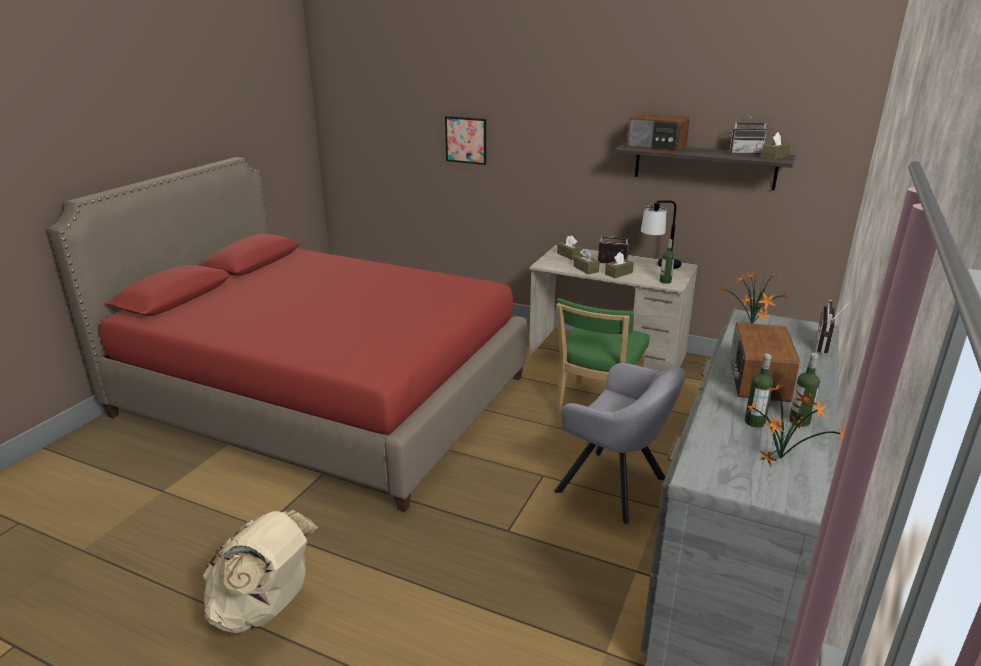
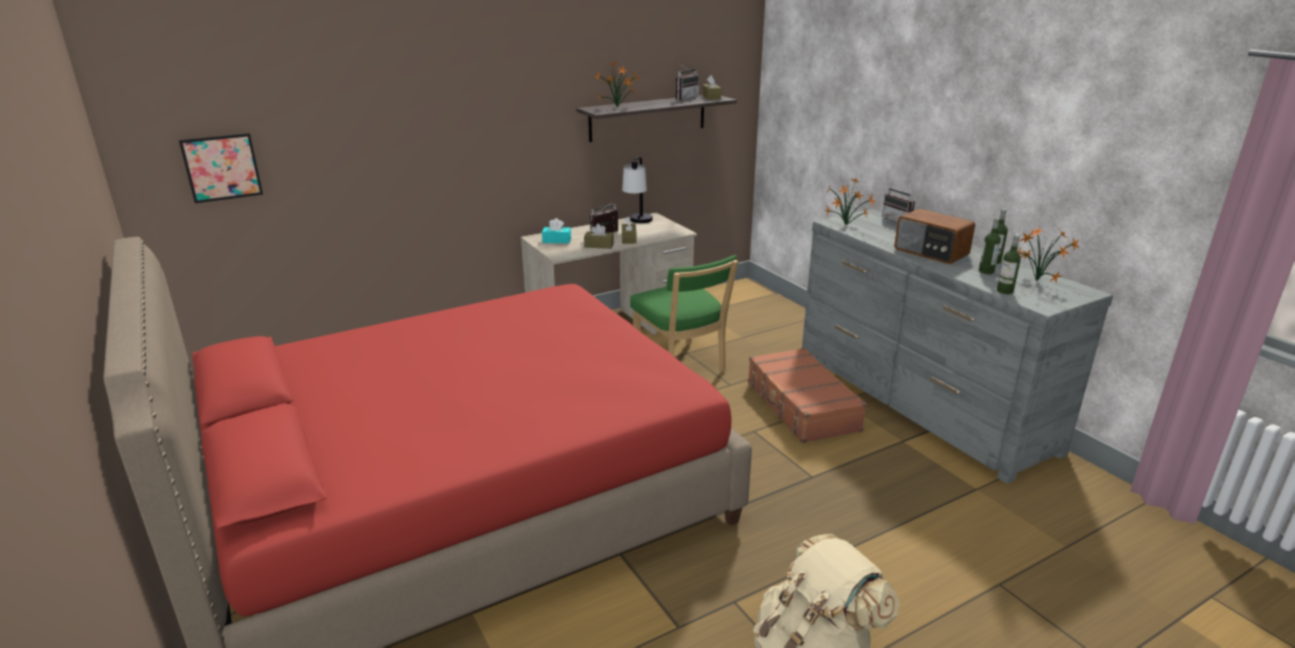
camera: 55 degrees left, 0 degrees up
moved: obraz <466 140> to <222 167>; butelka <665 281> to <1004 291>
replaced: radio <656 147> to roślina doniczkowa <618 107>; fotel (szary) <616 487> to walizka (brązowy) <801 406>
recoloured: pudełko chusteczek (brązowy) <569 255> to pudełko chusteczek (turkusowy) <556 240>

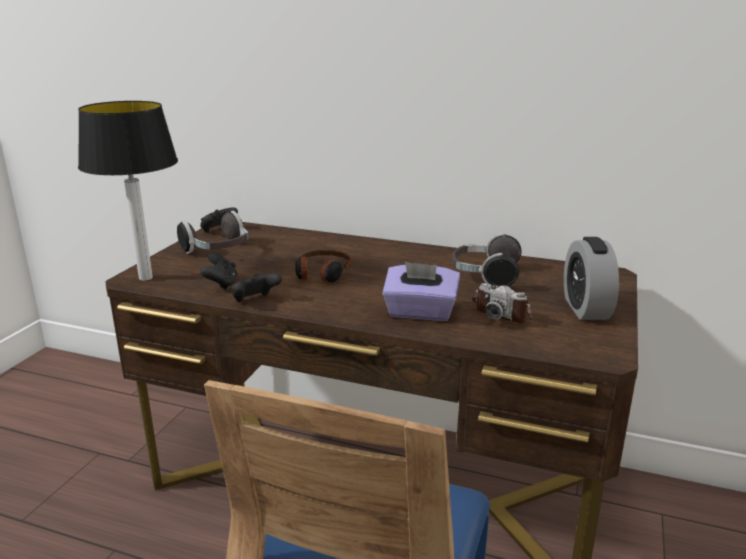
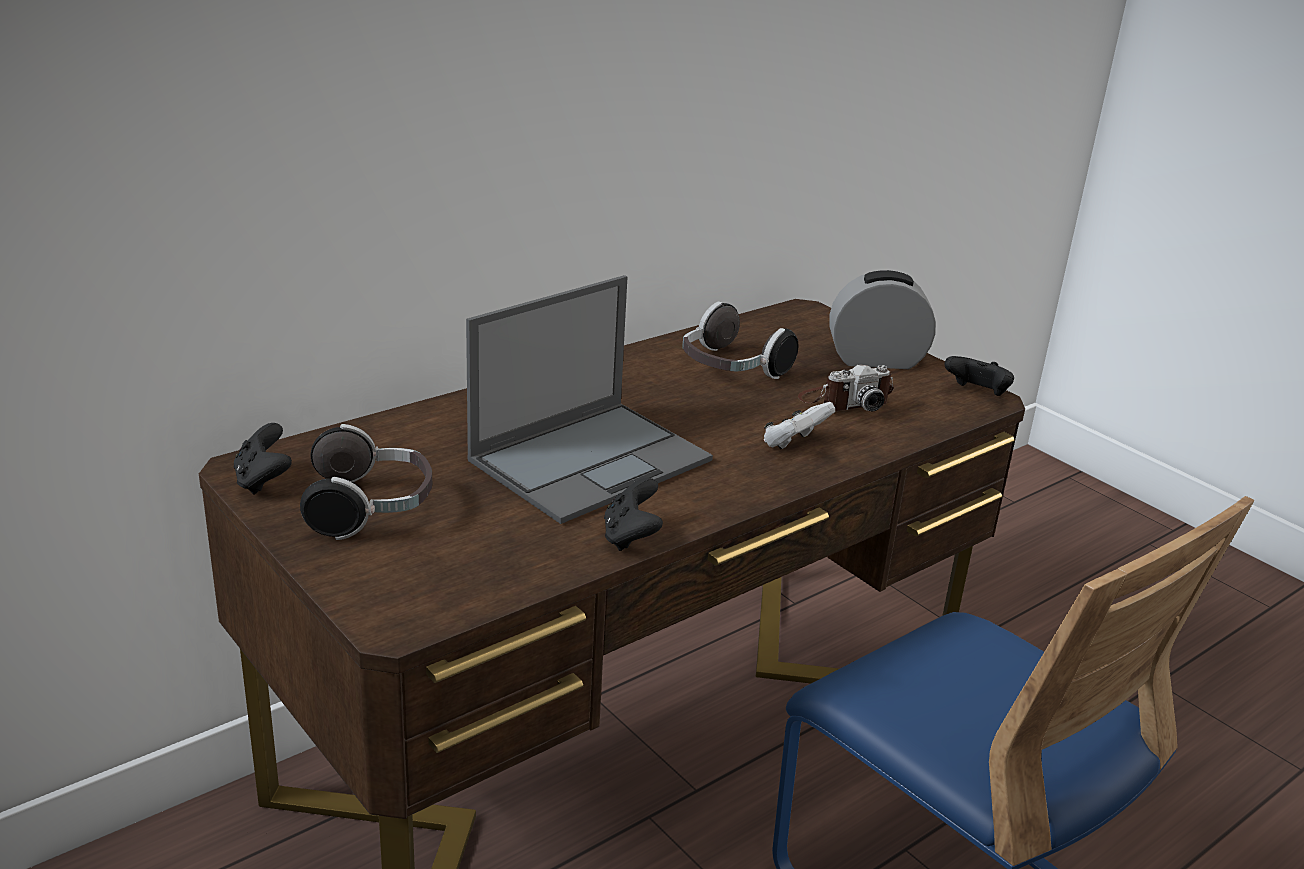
camera: 60 degrees left, 5 degrees up
removed: lampa stołowa <146 277>
moved: pad do gier (czarny) <221 284> to <976 394>
replaced: słuchawki <322 274> to laptop <592 459>; pudełko chusteczek (fioletowy) <420 312> to pad do gier (biały) <794 444>
turned: budzik <585 308> = <876 360> 150 degrees clockwise

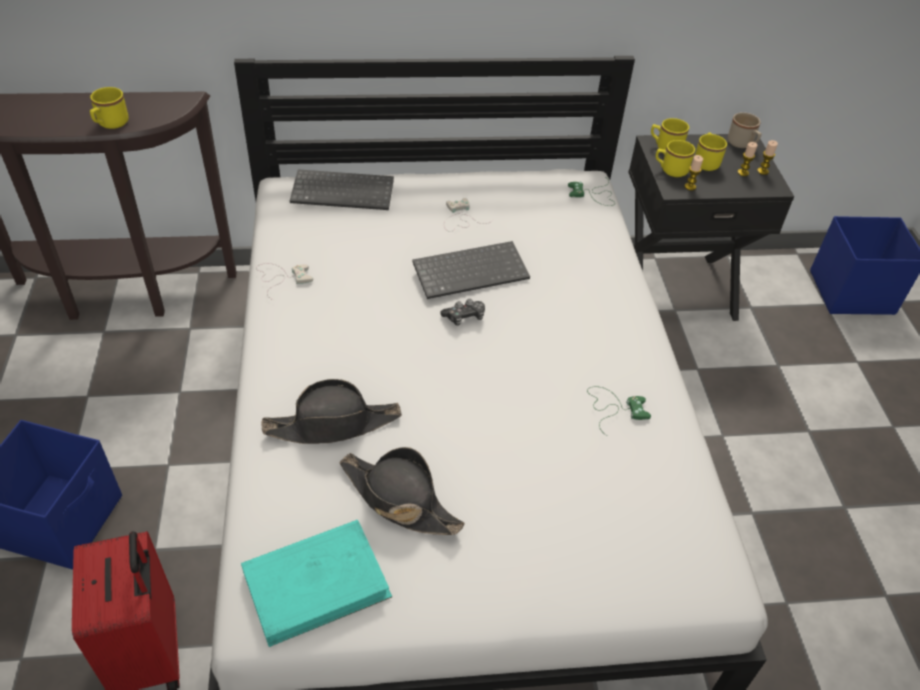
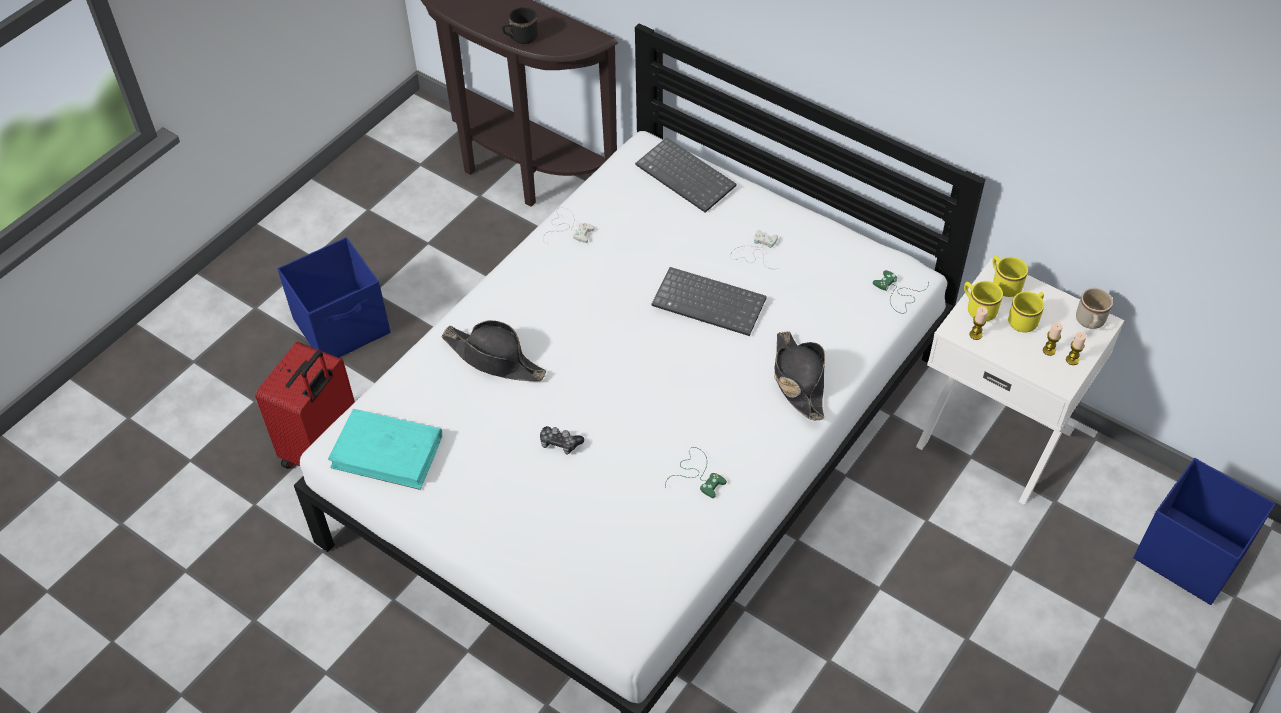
camera: 45 degrees right, 5 degrees up
moved: pad do gier <464 317> to <560 443>; kapelusz (czarny) <399 499> to <798 380>
recoloured: kubek (żółty) <110 124> to kubek (czarny) <520 38>; szafka nocna (czarny) <674 287> to szafka nocna (biały) <996 436>

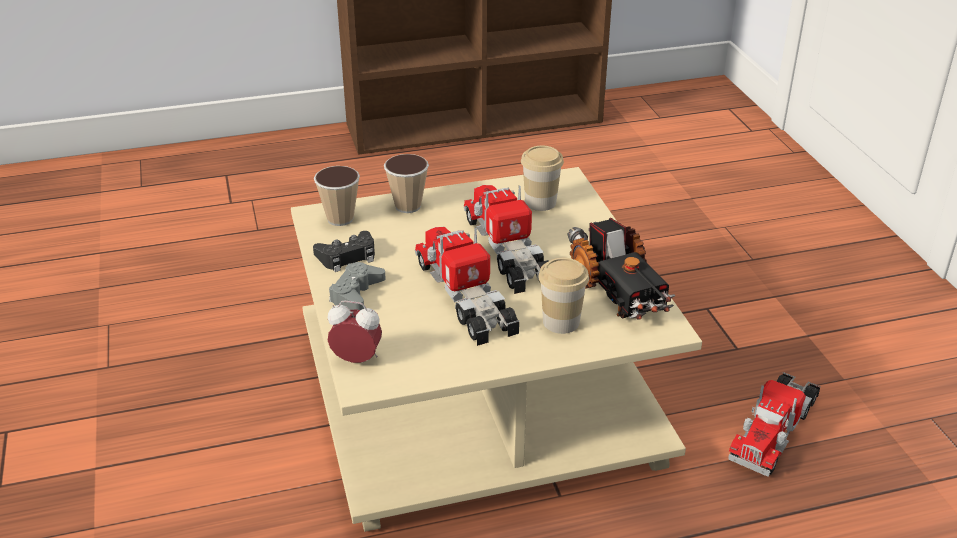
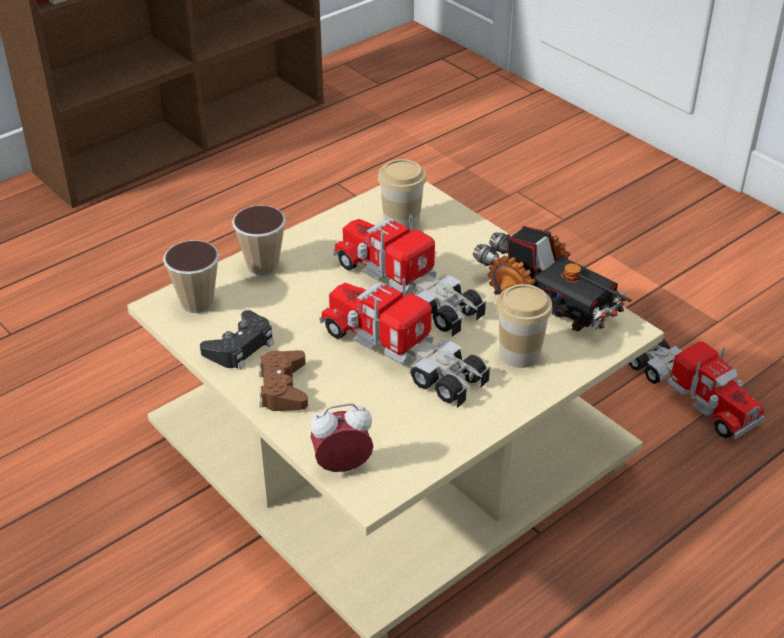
camera: 25 degrees left, 5 degrees up
recoloured: pad do gier (szary) <356 293> to pad do gier (brązowy) <283 388>
turned: ciężarówka zabawkowa <774 429> = <689 393> 45 degrees counterclockwise

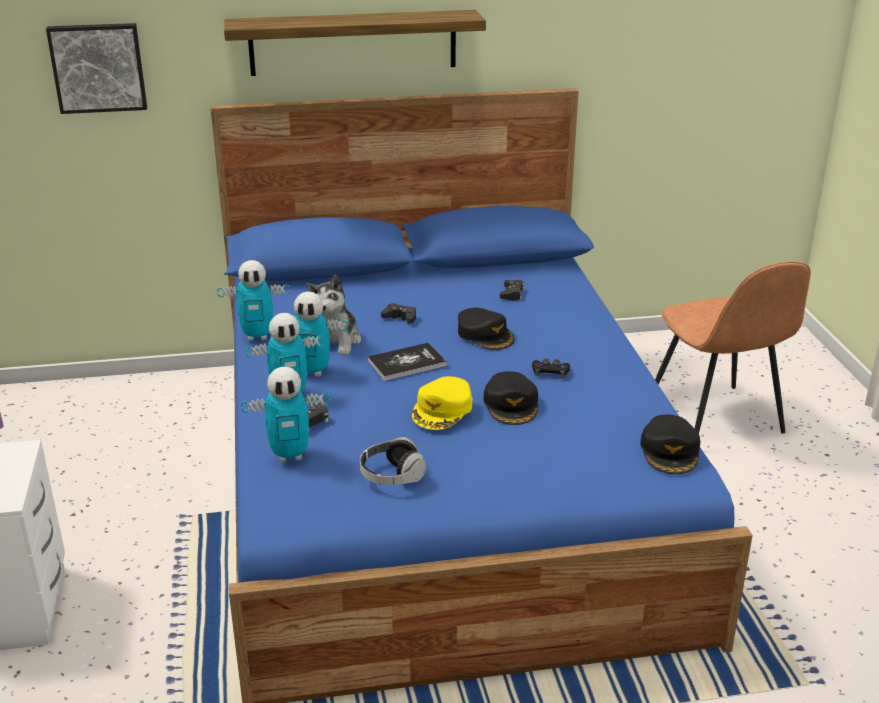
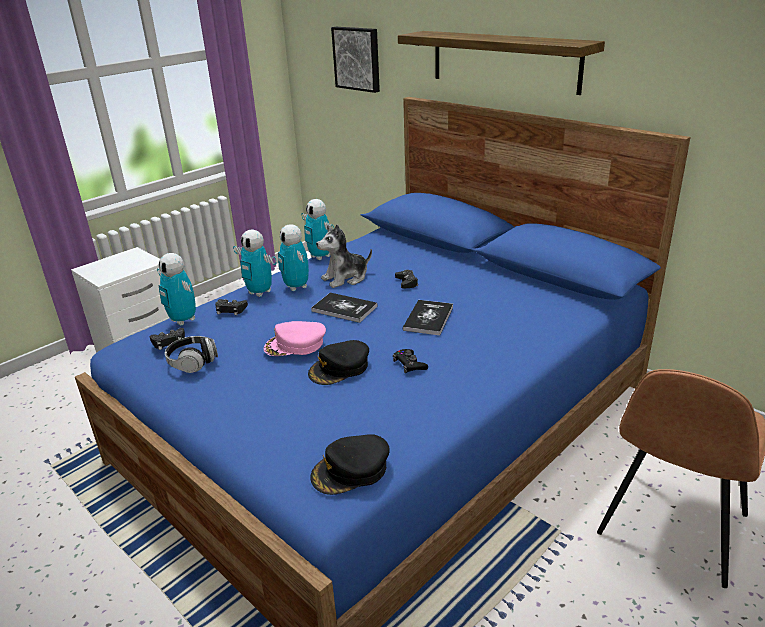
camera: 55 degrees right, 0 degrees up
moved: pad do gier (czarny) <512 294> to <169 342>
replaced: czapka z daszkiem (czarny) <485 335> to książka <428 318>
recoloured: czapka z daszkiem (żółty) <442 410> to czapka z daszkiem (różowy) <295 345>

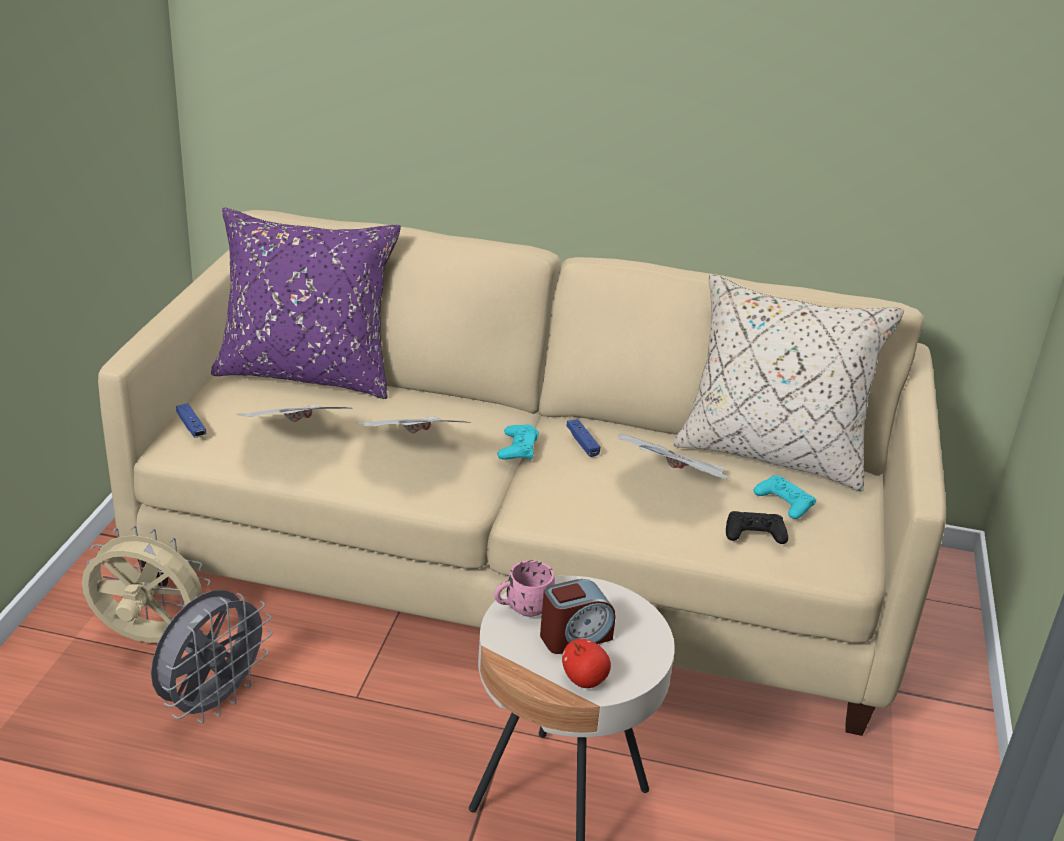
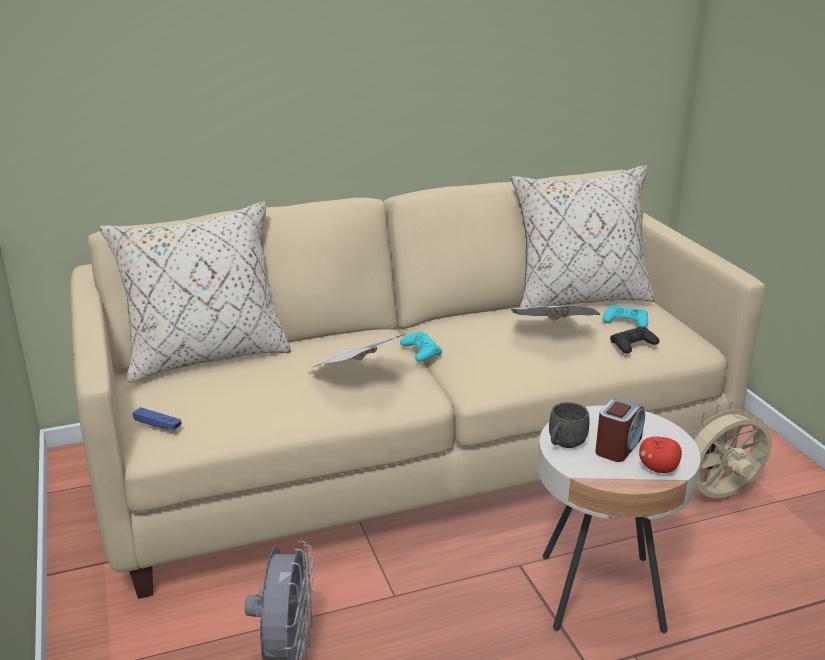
camera: 30 degrees left, 5 degrees down
removed: gazeta <296 437>; pad do gier (niebieski) <582 443>
moved: wentylator (beżowy) <147 639> to <719 496>
recoloured: poduszka (fioletowy) <307 374> to poduszka (beżowy) <206 356>; kubek (różowy) <522 608> to kubek (szary) <564 444>

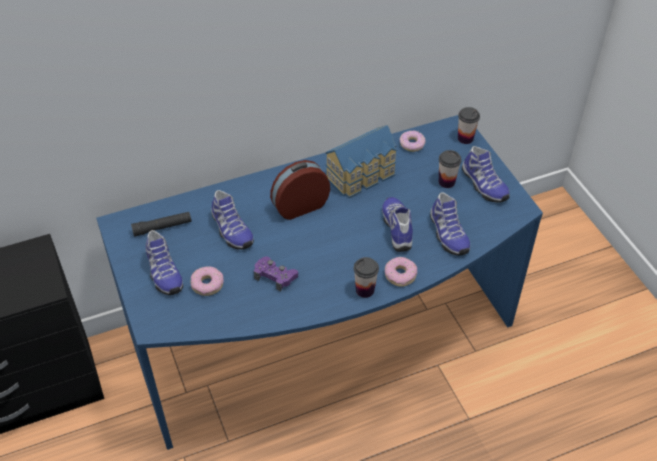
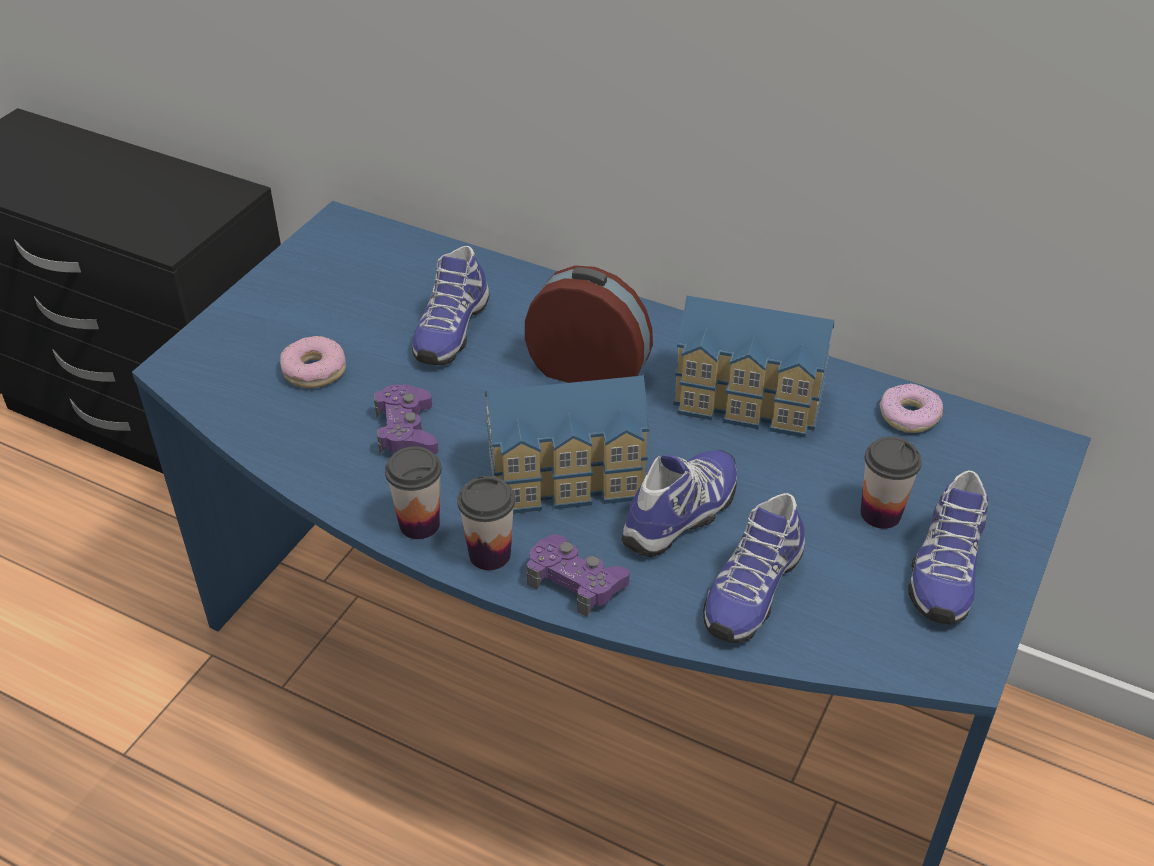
camera: 50 degrees right, 5 degrees down
removed: latarka (czarny) <162 227>; but <163 273>
added: domek <569 478>
moved: filiżanka <465 138> to <419 524>
replaced: donut <400 275> to pad do gier (fioletowy) <575 581>

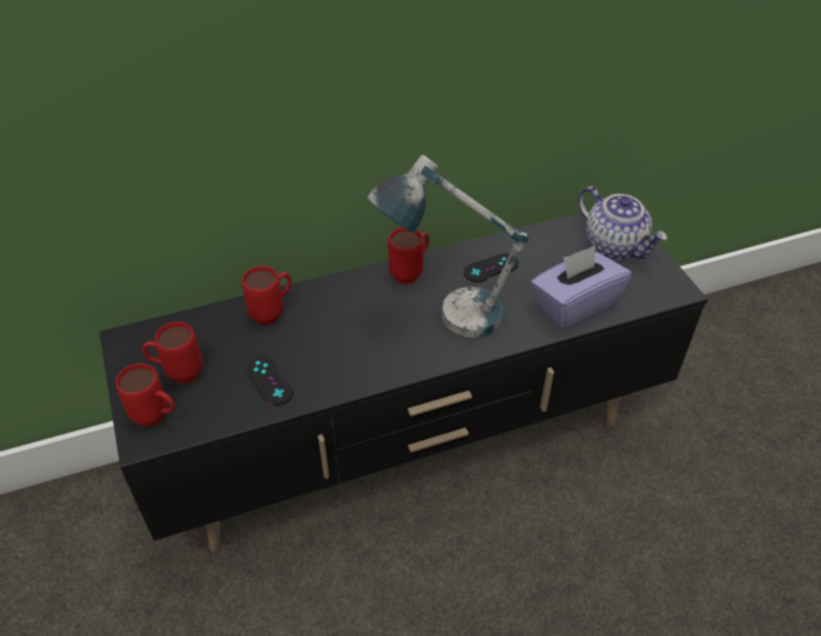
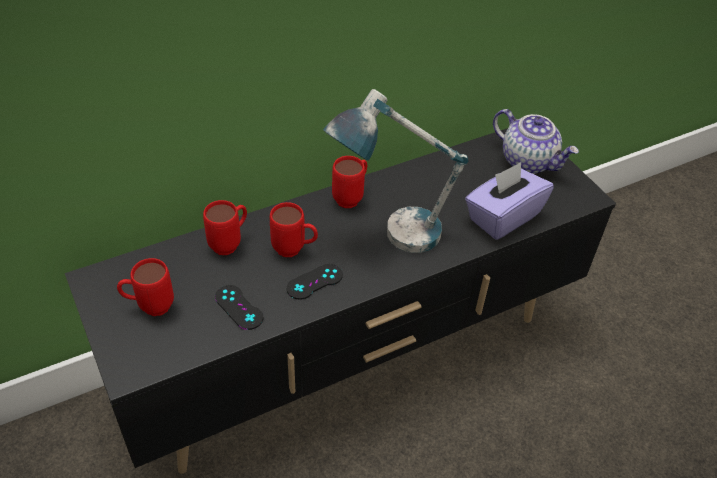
camera: 10 degrees left, 0 degrees up
moved: kubek (czerwony) <157 418> to <294 250>; pad do gier (czarny) <491 268> to <314 282>

